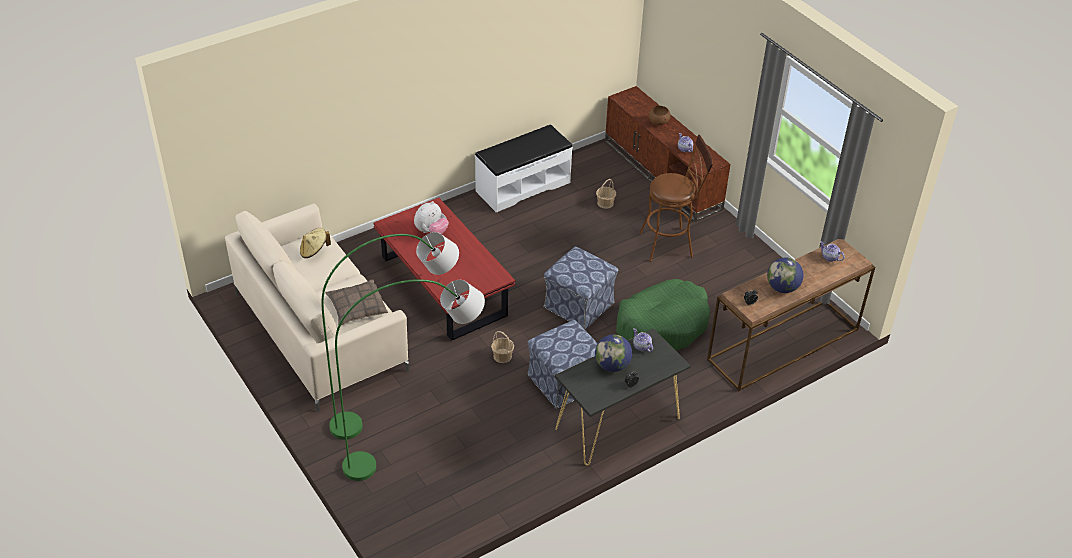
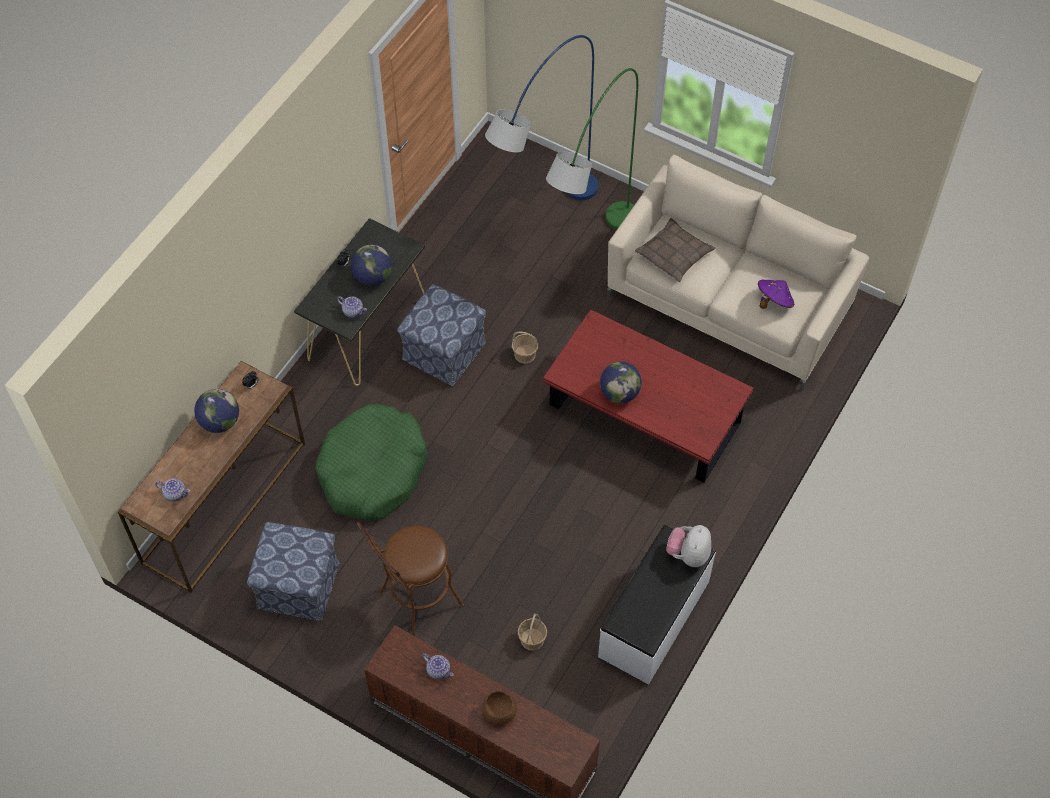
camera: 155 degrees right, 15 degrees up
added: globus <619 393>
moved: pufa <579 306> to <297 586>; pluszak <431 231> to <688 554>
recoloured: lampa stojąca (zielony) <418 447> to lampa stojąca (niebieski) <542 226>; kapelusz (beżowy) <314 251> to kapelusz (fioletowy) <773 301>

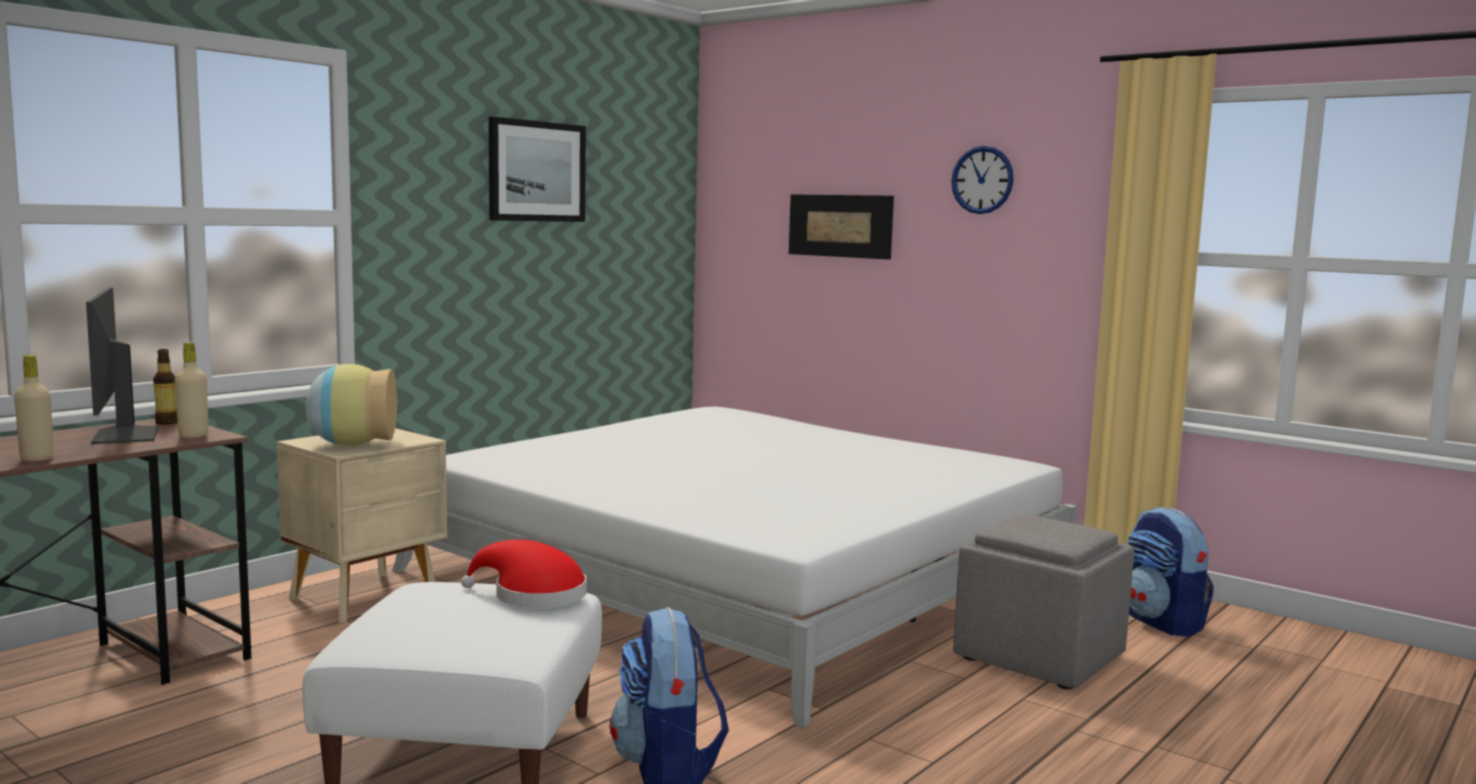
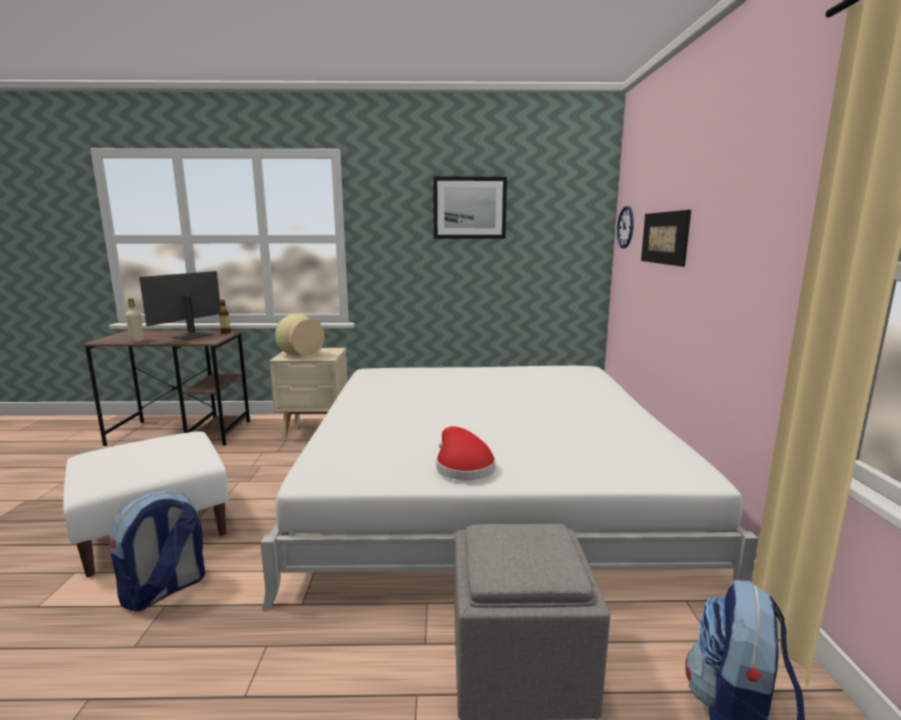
camera: 50 degrees right, 5 degrees up
removed: butelka (beżowy) <193 435>
moved: kapelusz (czerwony) <532 595> to <462 466>; zegar ścienny <982 180> to <625 227>

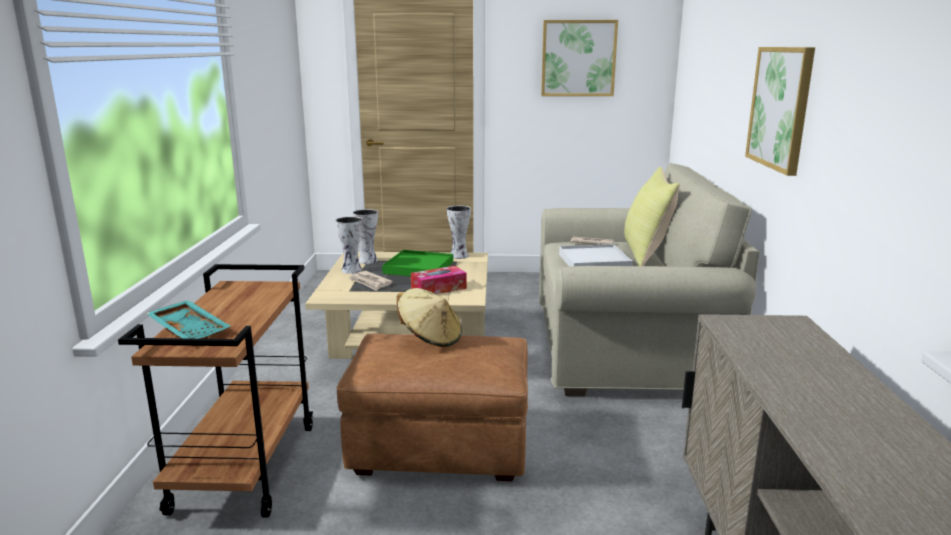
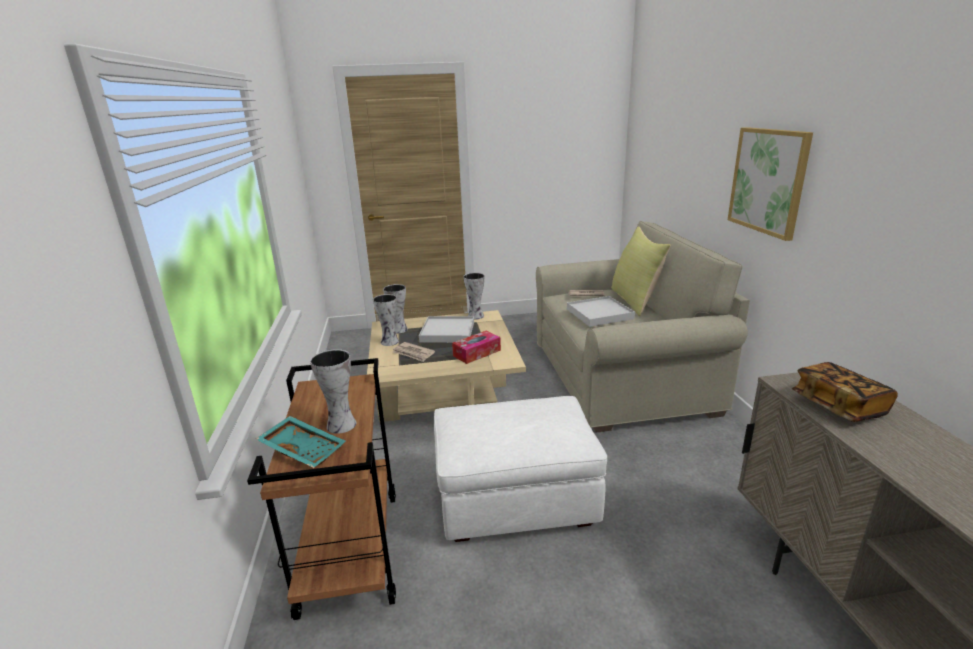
camera: 10 degrees left, 5 degrees up
removed: kapelusz (beżowy) <430 338>; obraz <578 58>
added: wazon <340 425>; książka <838 406>
recoloured: taca (zielony) <419 267> to taca (biały) <447 332>; pufa (brązowy) <440 446> to pufa (biały) <515 499>

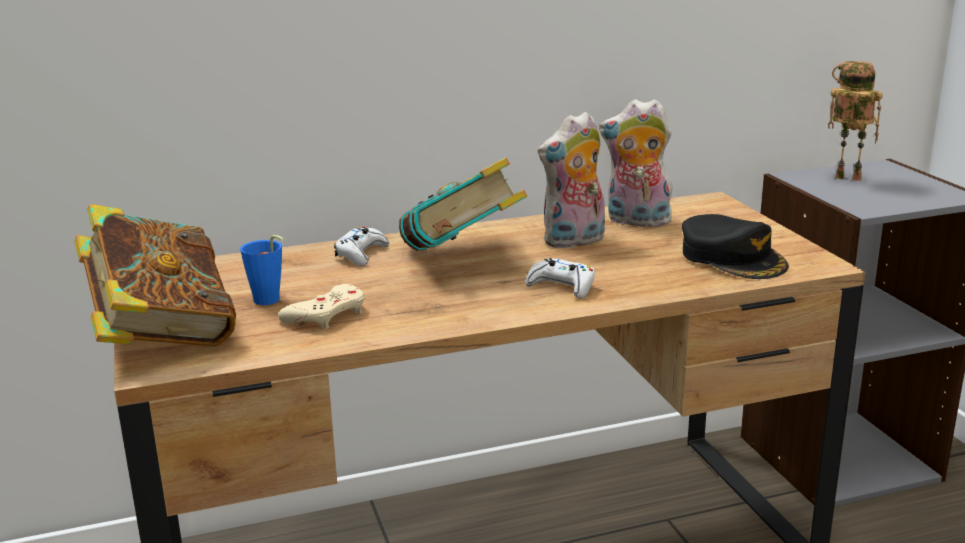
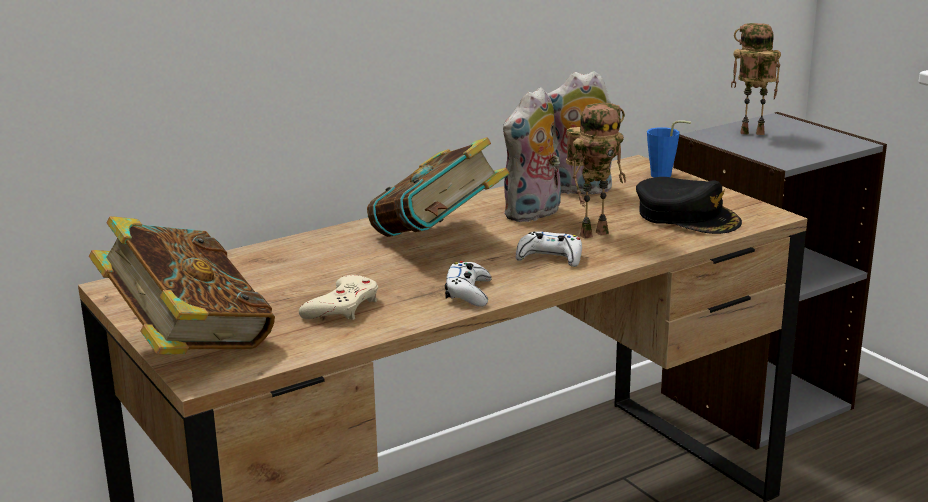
camera: 15 degrees left, 0 degrees up
added: robot zabawkowy <594 233>
moved: pad do gier (biały) <361 254> to <468 292>; filiżanka (niebieski) <269 301> to <665 176>

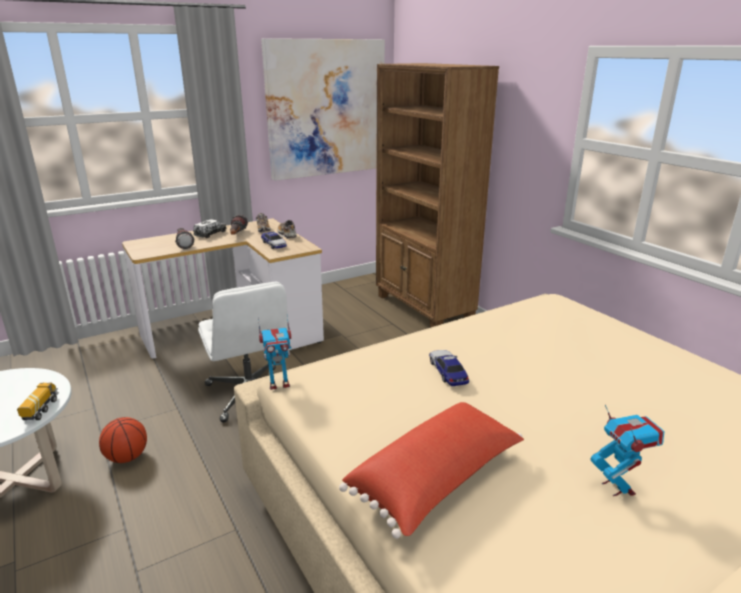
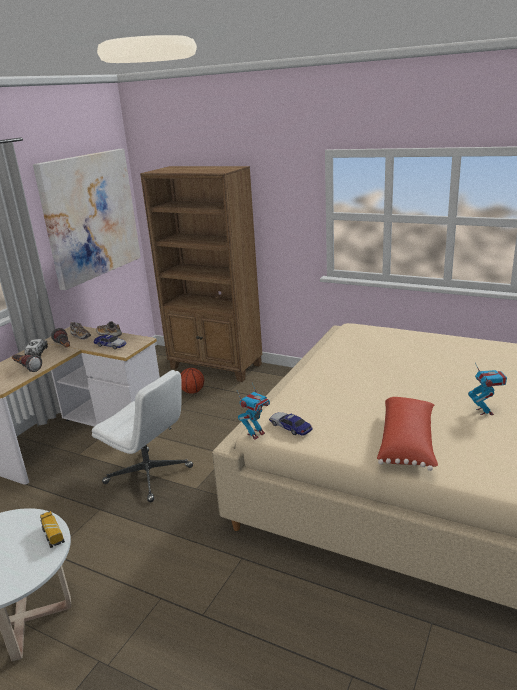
camera: 30 degrees left, 0 degrees up
moved: piłka do koszykówki <127 457> to <193 391>; samochodzik <447 372> to <290 427>
turned: robot zabawkowy <617 487> = <484 411> 45 degrees clockwise

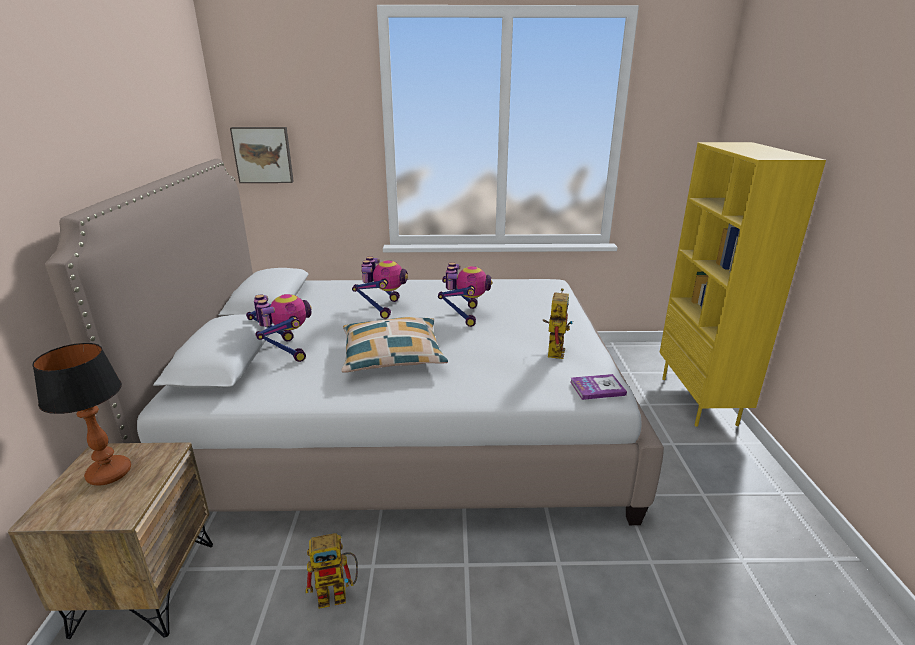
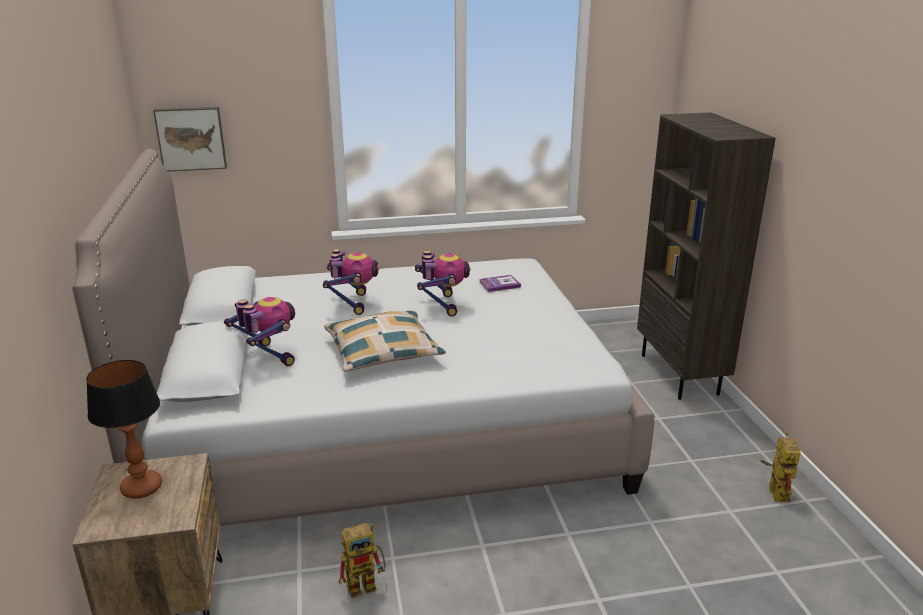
camera: 10 degrees left, 0 degrees up
moved: książka <597 388> to <499 284>; robot zabawkowy <554 350> to <774 490>
recoloured: regał (żółty) <699 401> to regał (brązowy) <680 374>

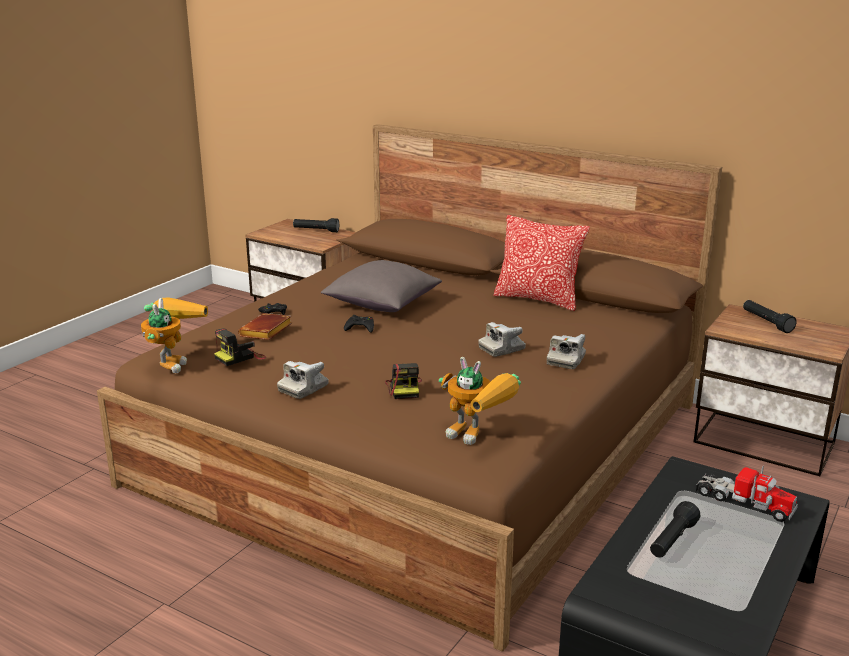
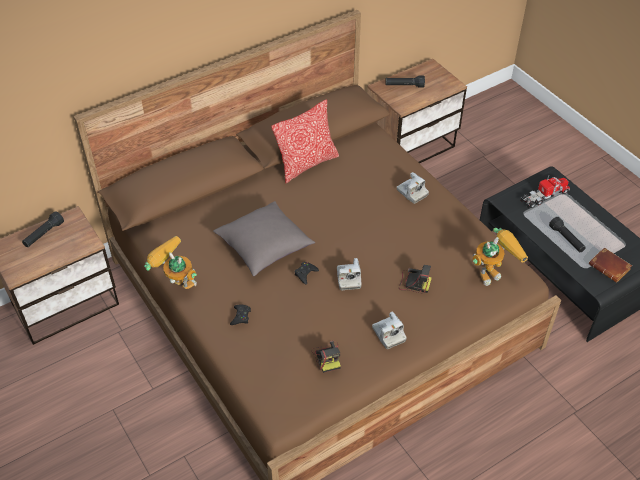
camera: 65 degrees left, 25 degrees up
moved: robot zabawkowy <172 361> to <175 283>; aparat fotograficzny <502 349> to <348 279>; książka (brązowy) <266 332> to <610 267>

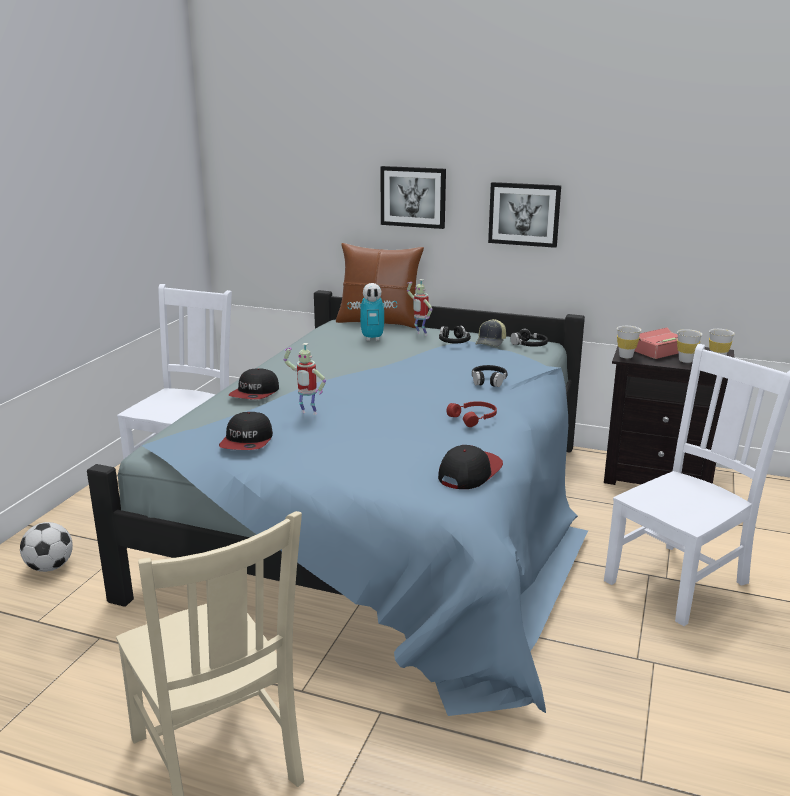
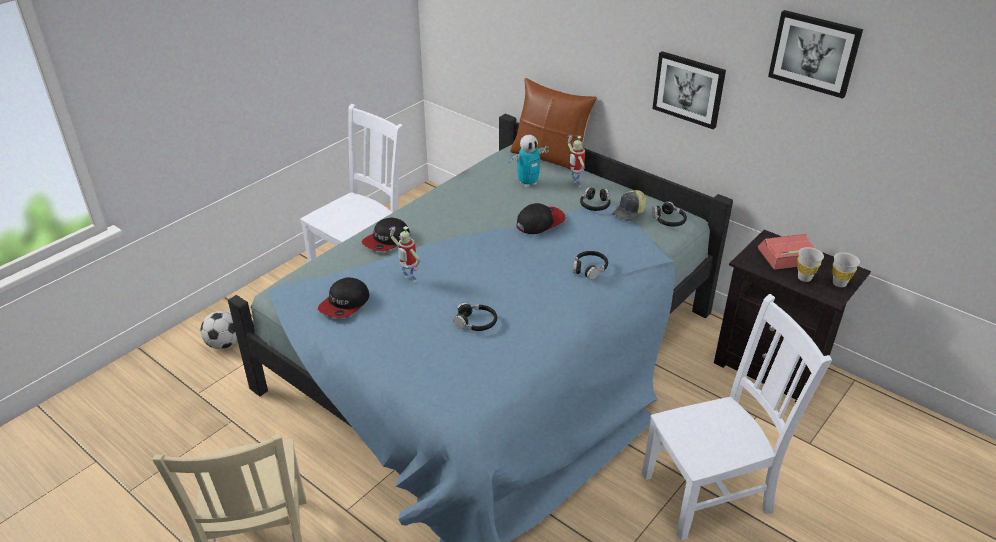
camera: 20 degrees right, 15 degrees up
removed: słuchawki (czerwony) <474 418>; filiżanka (biały) <626 356>
added: słuchawki (czarny) <476 322>
moved: czapka z daszkiem <469 472> to <540 222>; obraz <413 197> to <814 53>
turned: robot zabawkowy <372 339> = <528 183> 45 degrees counterclockwise

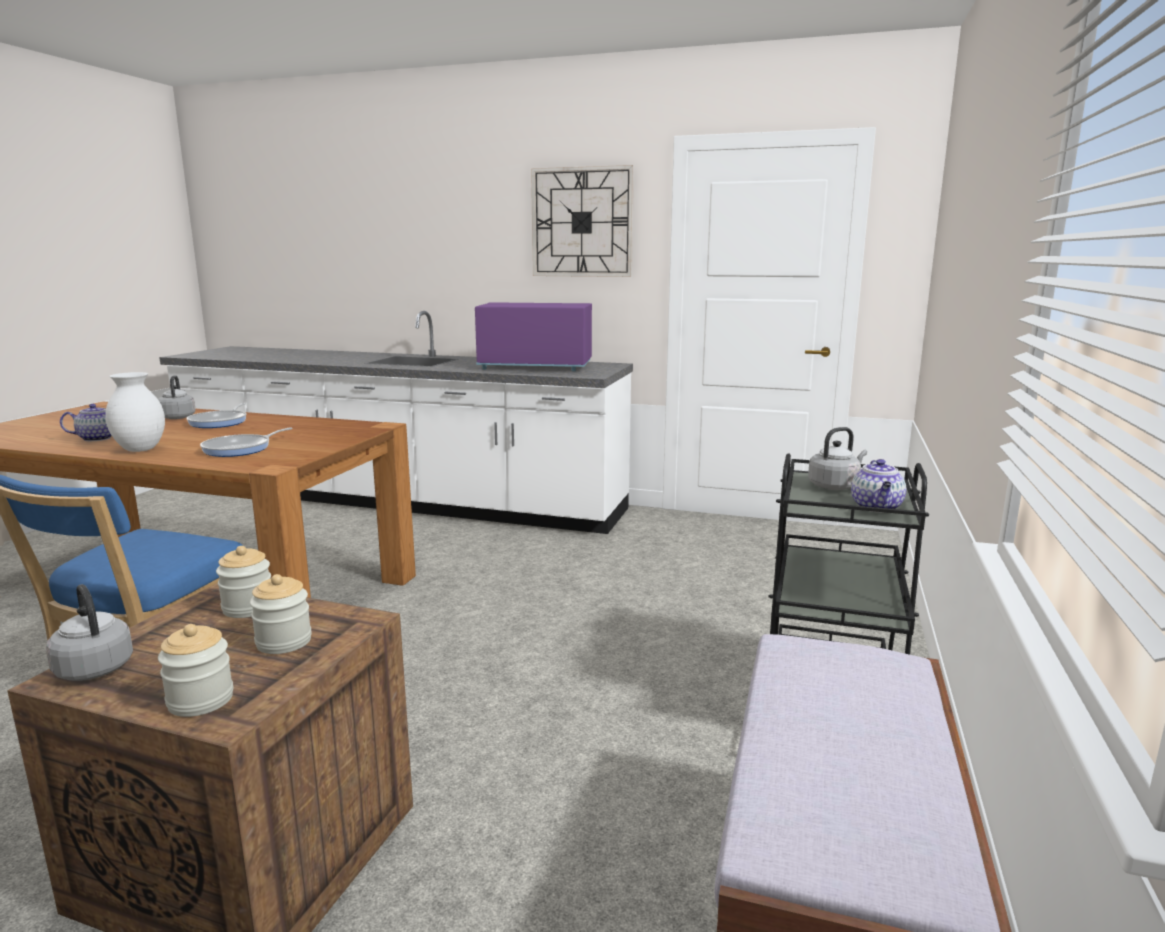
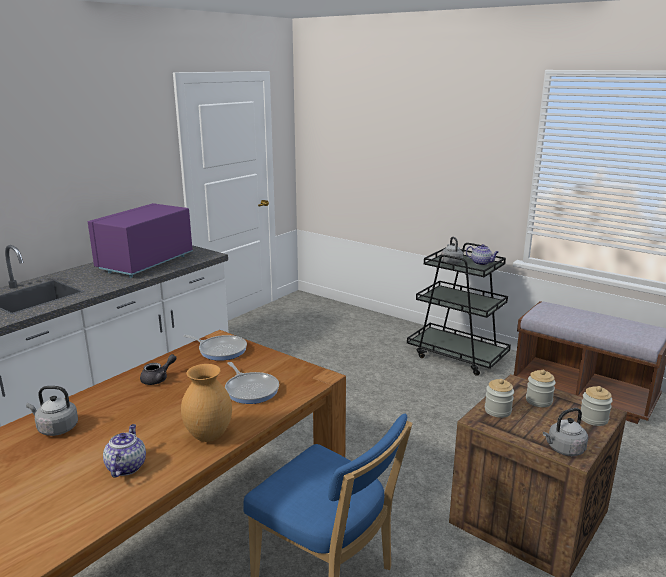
camera: 70 degrees left, 5 degrees up
removed: zegar ścienny <582 222>
added: imbryk (szary) <158 379>
moved: patelnia <220 422> to <220 350>
recoloured: wazon (biały) <140 450> to wazon (brązowy) <209 436>

